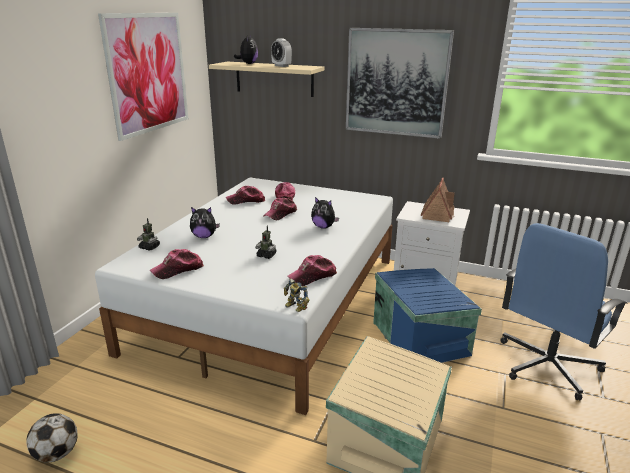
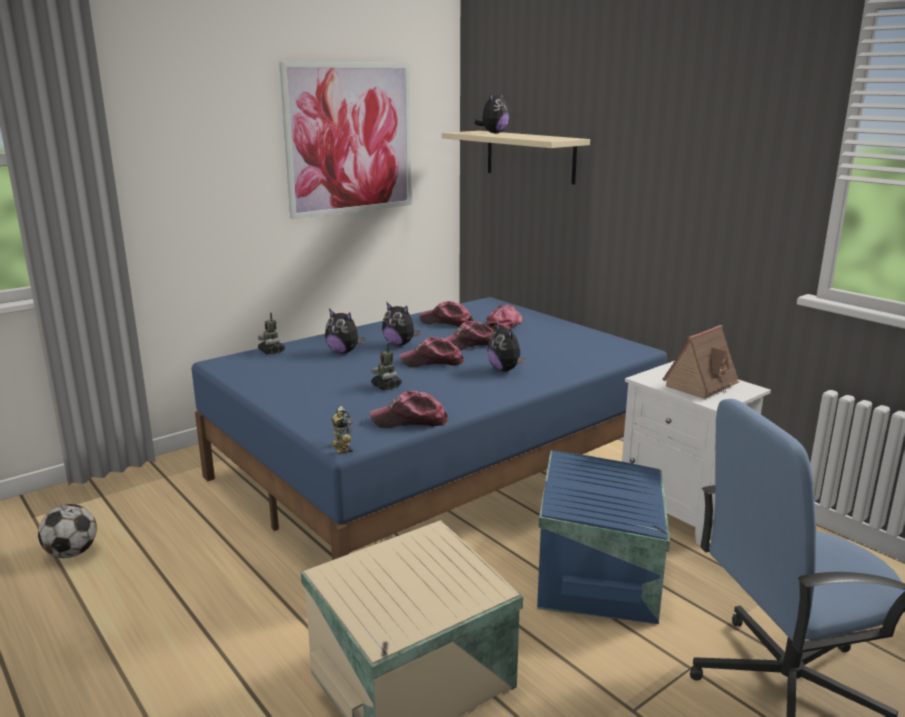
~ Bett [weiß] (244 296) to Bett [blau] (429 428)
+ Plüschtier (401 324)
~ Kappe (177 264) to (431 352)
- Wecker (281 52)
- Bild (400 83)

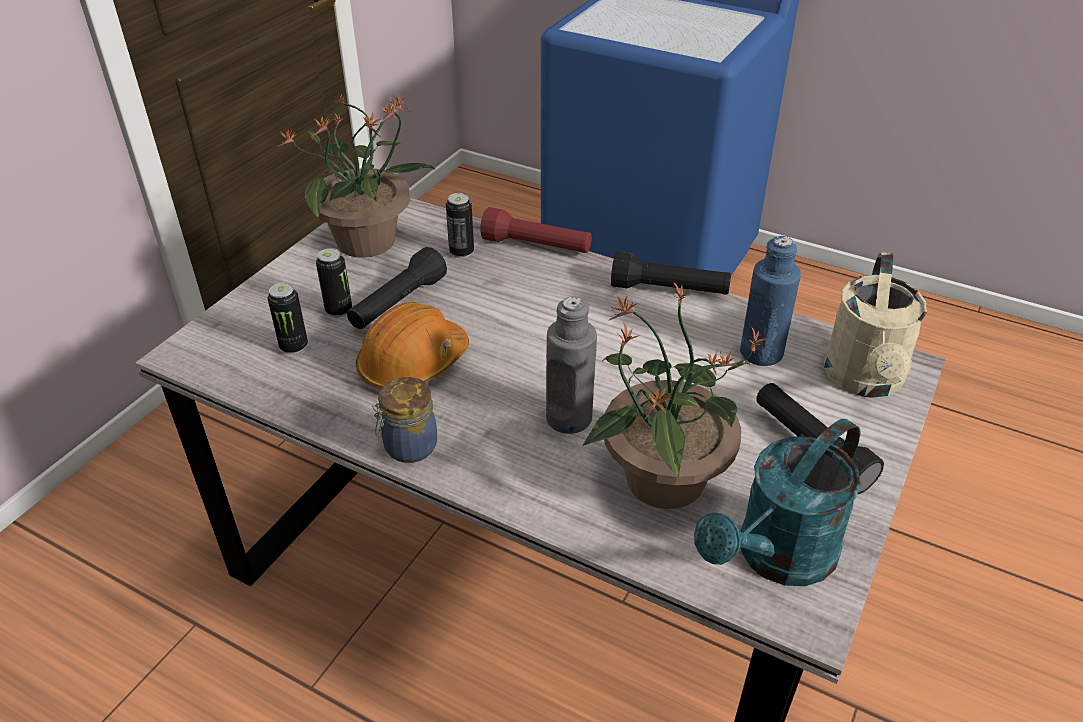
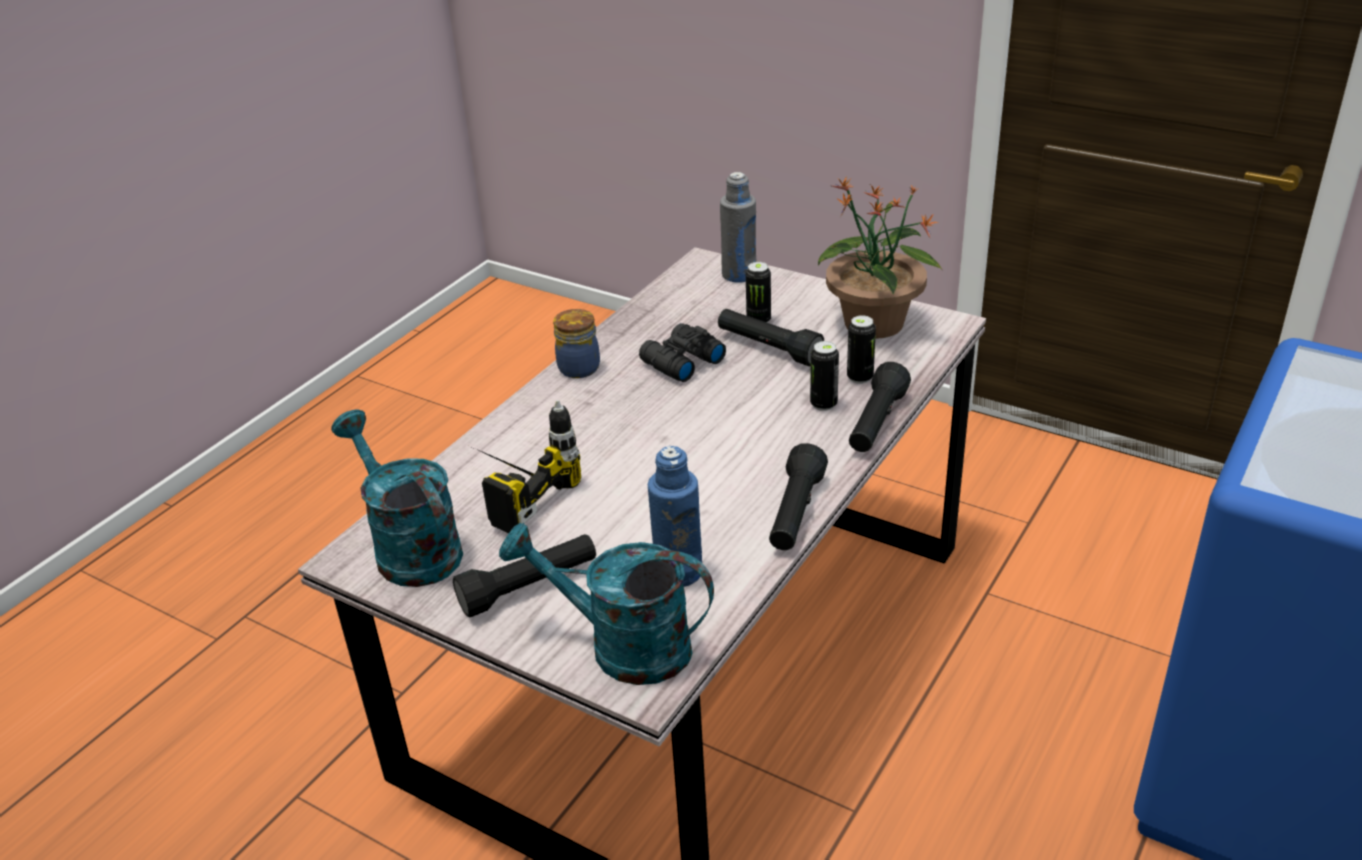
~ Topfpflanze (676 395) to Bohrmaschine (527 466)
~ Gießkanne [beige] (875 325) to Gießkanne [türkis] (606 604)
~ Schutzhelm [orange] (412 345) to Fernglas [schwarz] (682 352)
~ Flasche [grau] (571 365) to (738 227)
~ Dose (288 318) to (824 376)
~ Taschenlampe [rot] (536 230) to Taschenlampe [schwarz] (880 407)

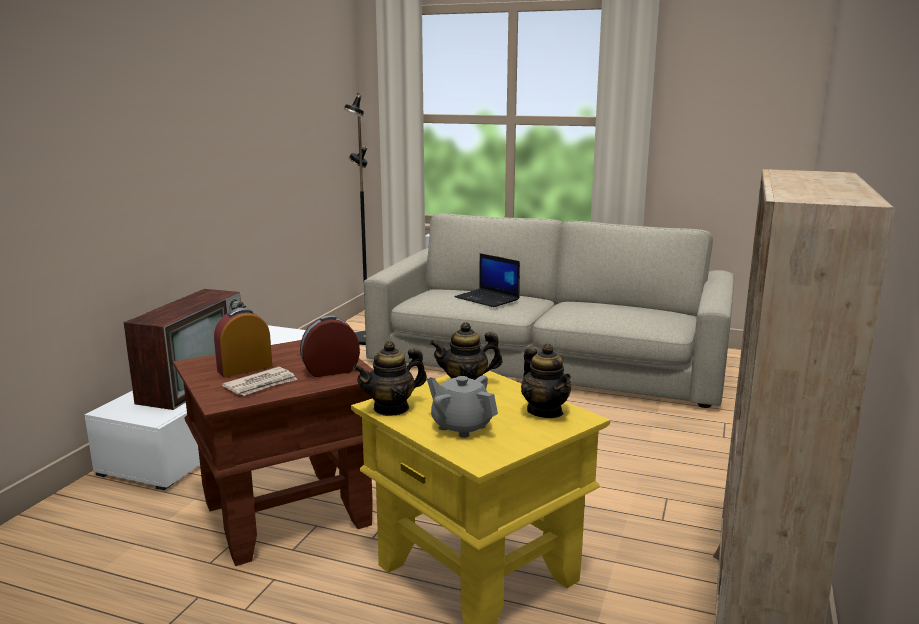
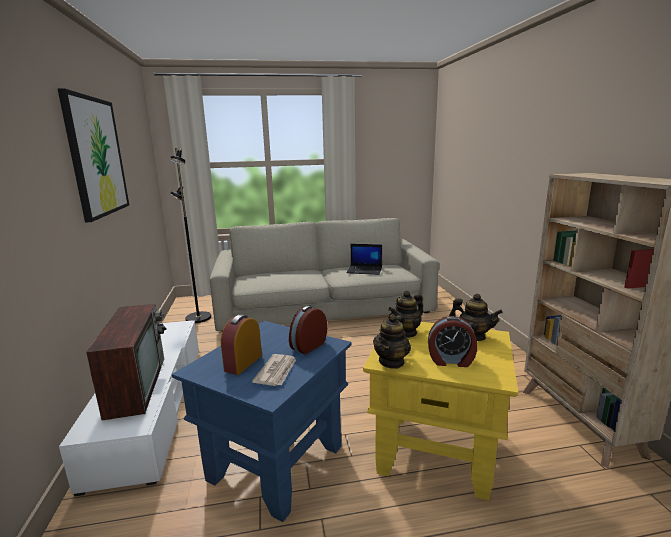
+ Bild (93 155)
~ Beistelltisch [braun] (273 453) to Beistelltisch [blau] (262 421)
~ Laptop (487 280) to (364 259)
~ Teekanne [grau] (462 406) to Wecker (452 341)

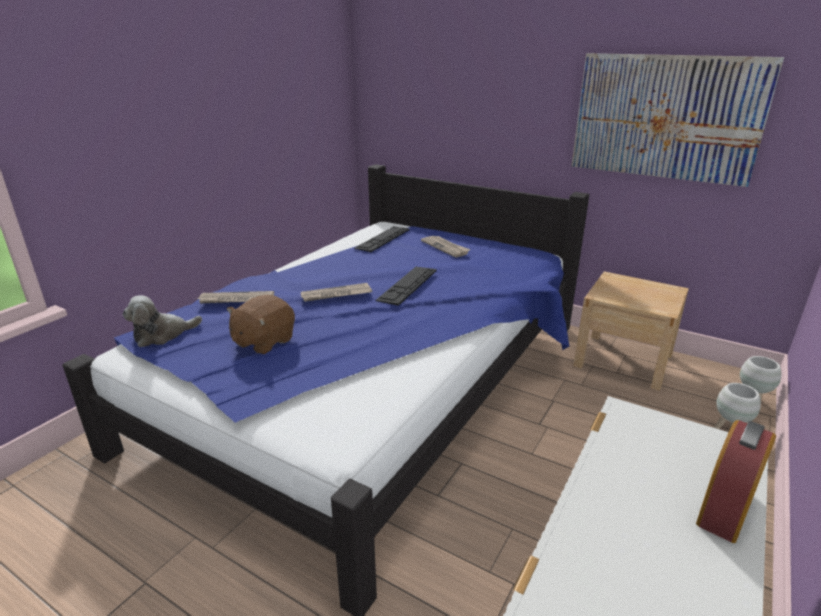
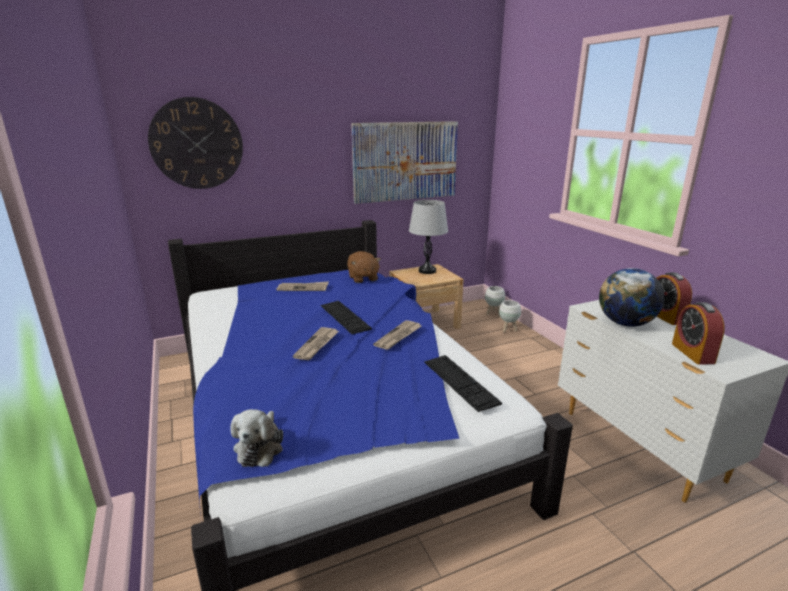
+ Wanduhr (195 143)
~ Plüschtier [braun] (261 324) to (364 267)
~ Zeitung (235 297) to (397 335)
+ Tischlampe [grau] (428 237)
~ Tastatur (382 239) to (463 383)
+ Globus (631 297)
+ Wecker (698 333)

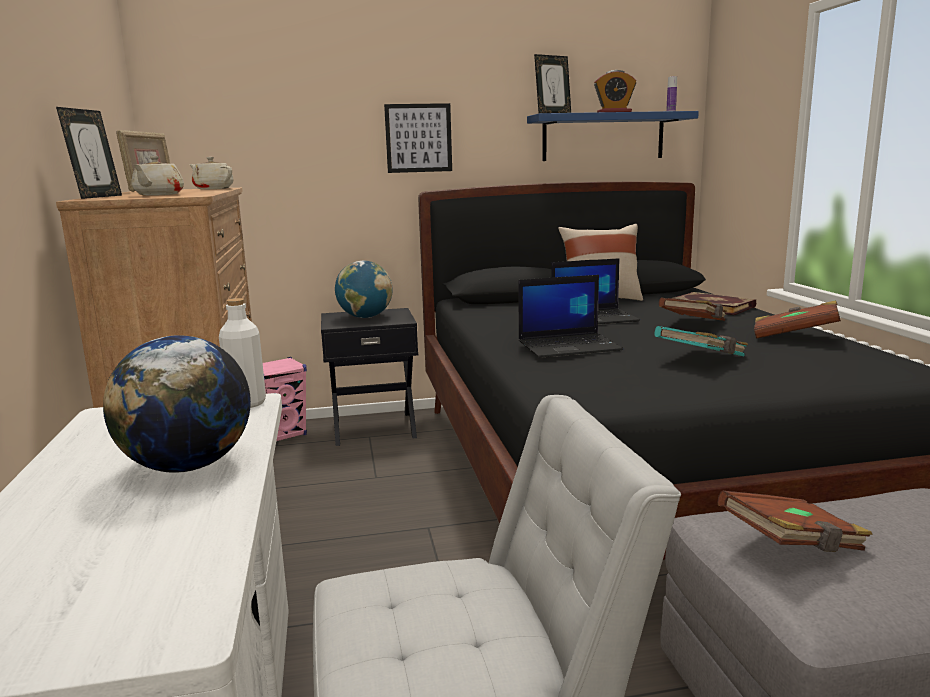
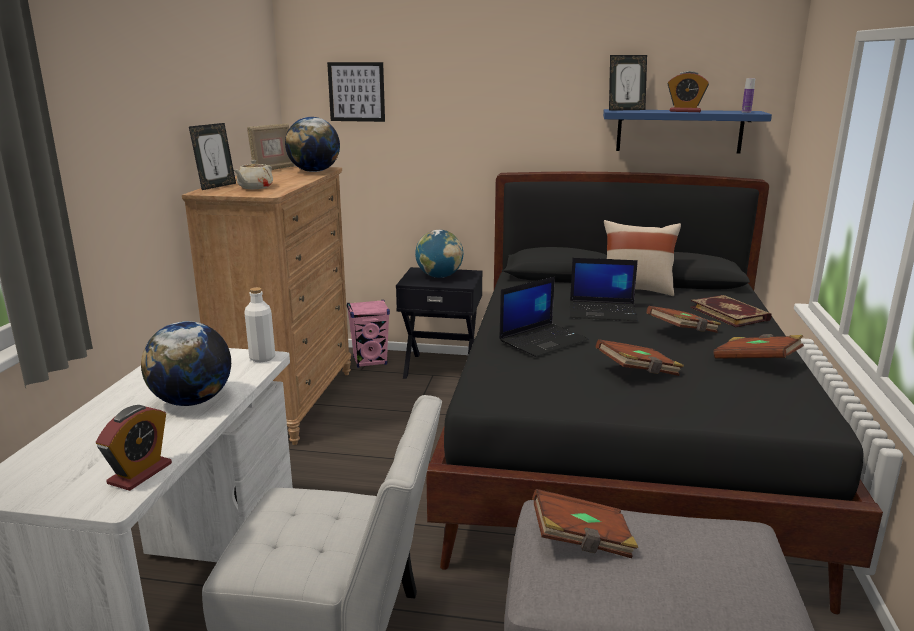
+ Wecker (134 448)
~ Teekanne [beige] (211 173) to Globus (312 144)
~ Bild (418 138) to (356 92)
~ Laptop (570 316) = (544 316) 45 degrees counterclockwise
~ Buch [türkis] (701 341) to Buch [braun] (640 357)

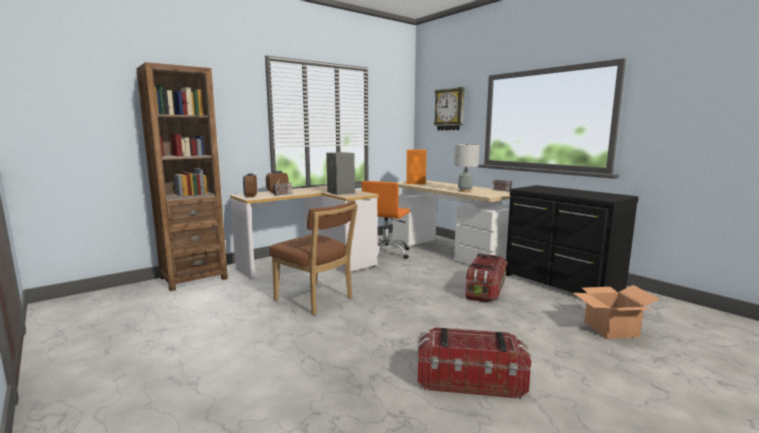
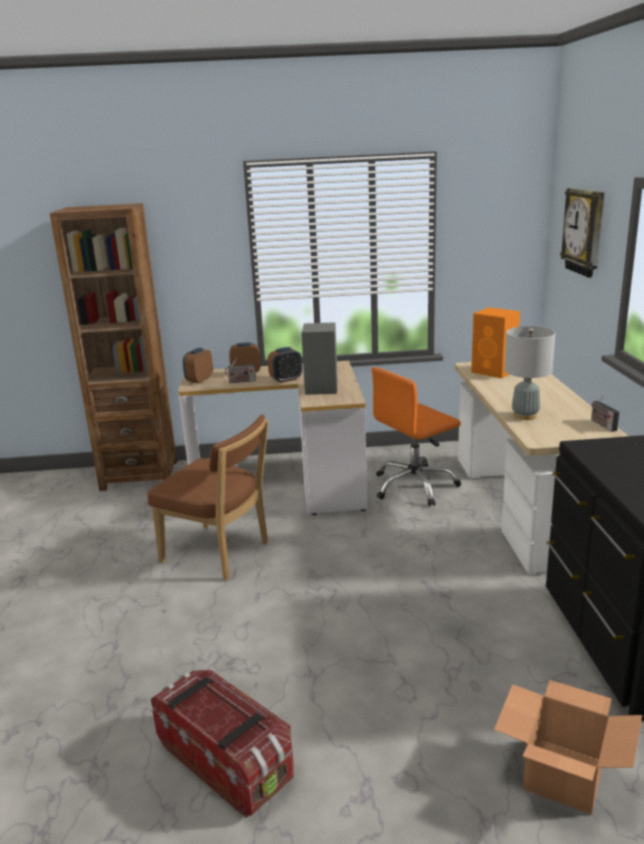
~ Stuhl [braun] (314 258) = (208 497) 45 degrees counterclockwise
+ Wecker (285 365)
- Aufbewahrungsbox (486 277)

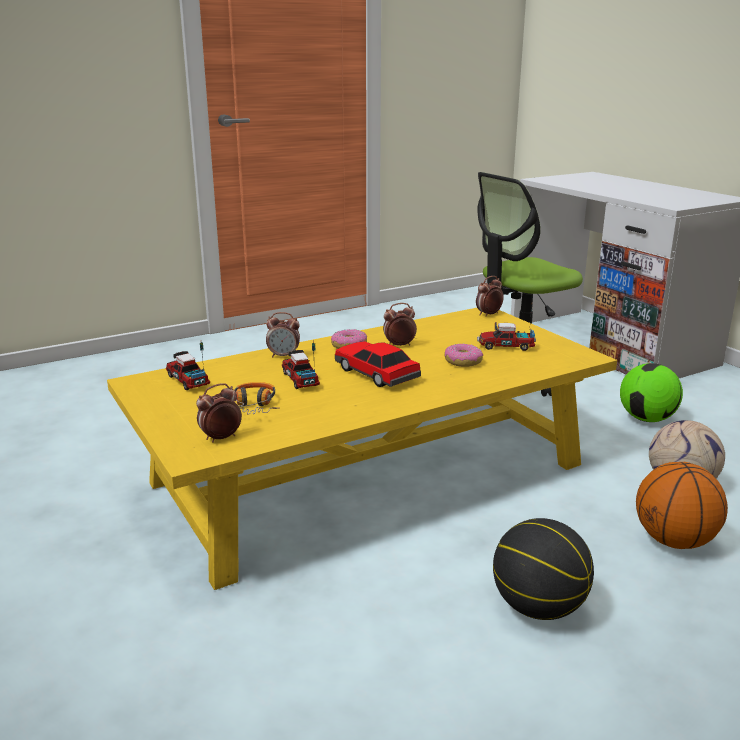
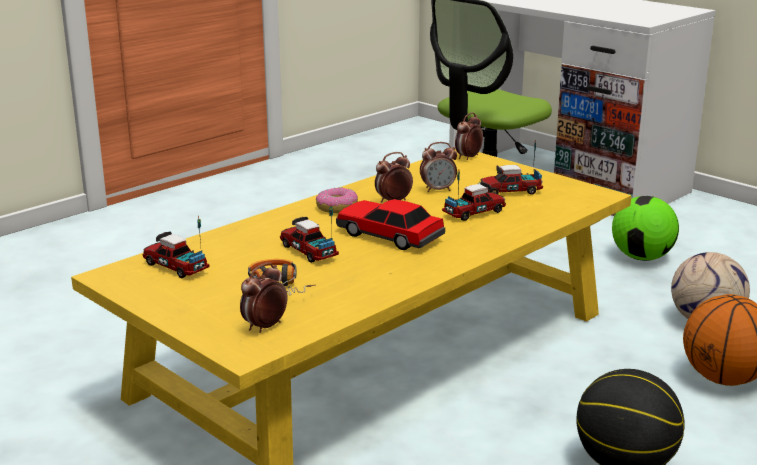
~ Wecker (283 334) to (438 167)
~ Donut (463 355) to Spielzeuglaster (474 196)

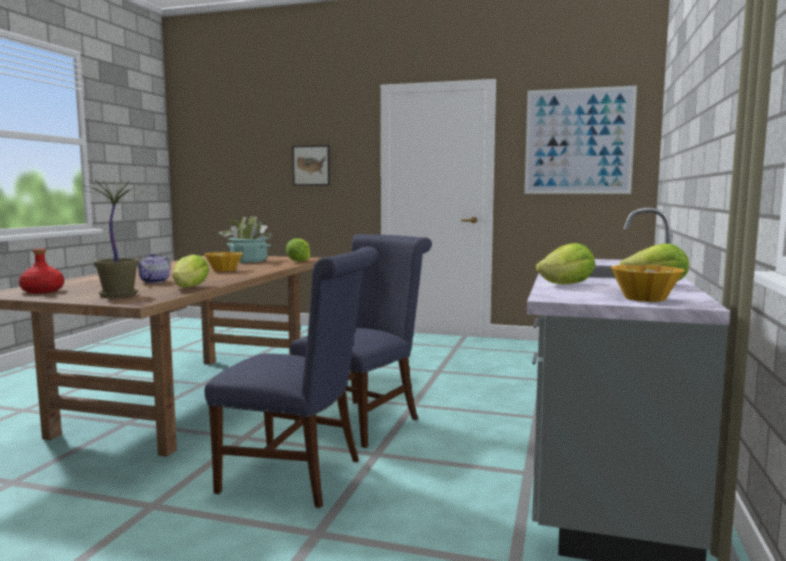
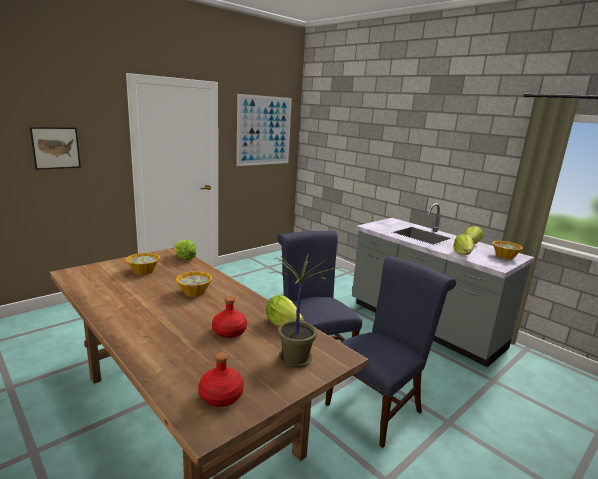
~ Topfpflanze (245 240) to Schüssel (143 264)
~ Teekanne (154 268) to Flasche [rot] (229 317)

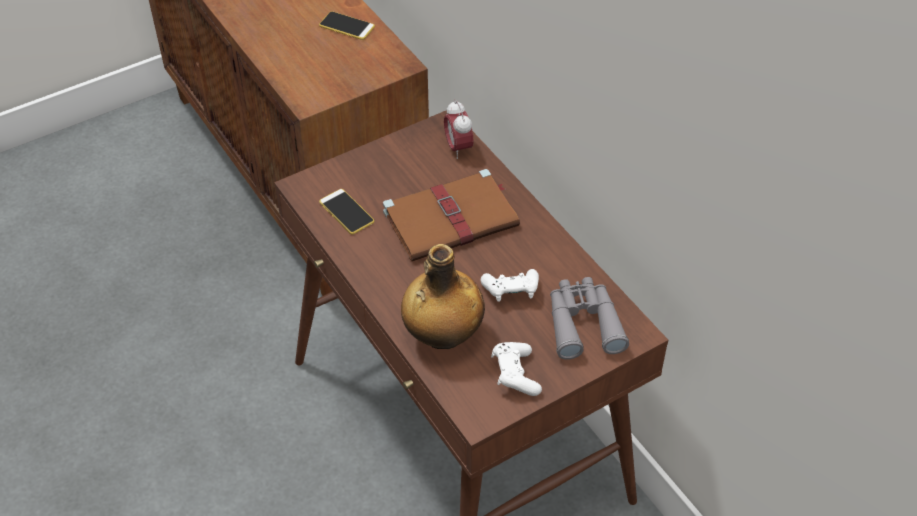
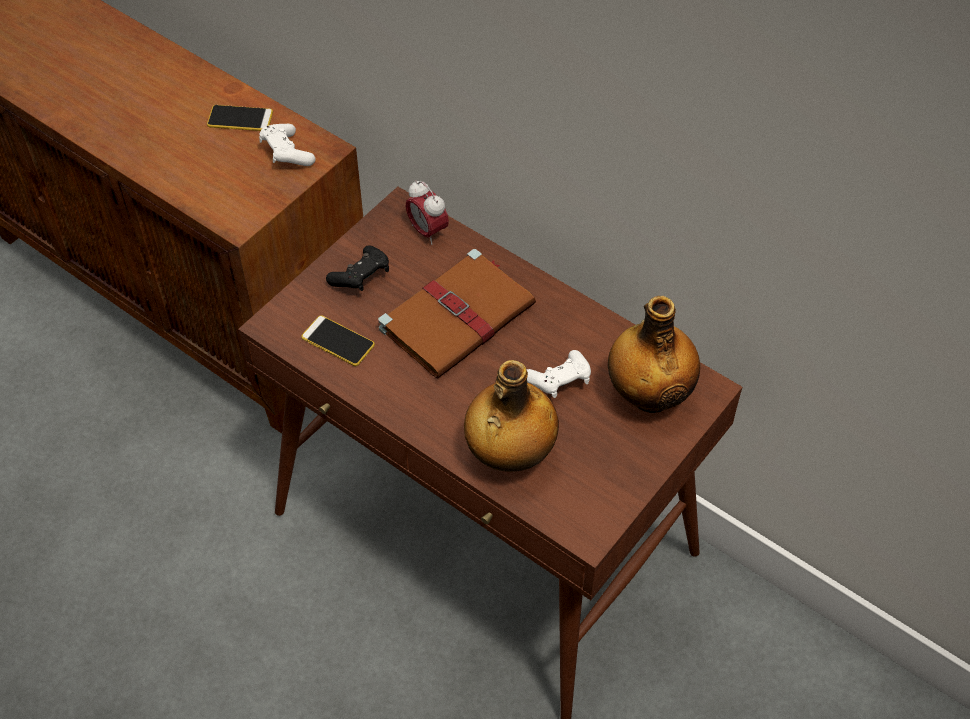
~ Gamepad [weiß] (516 369) to (287 145)
+ Gamepad [schwarz] (357 268)
~ Fernglas [grau] (589 318) to Flasche (654 354)

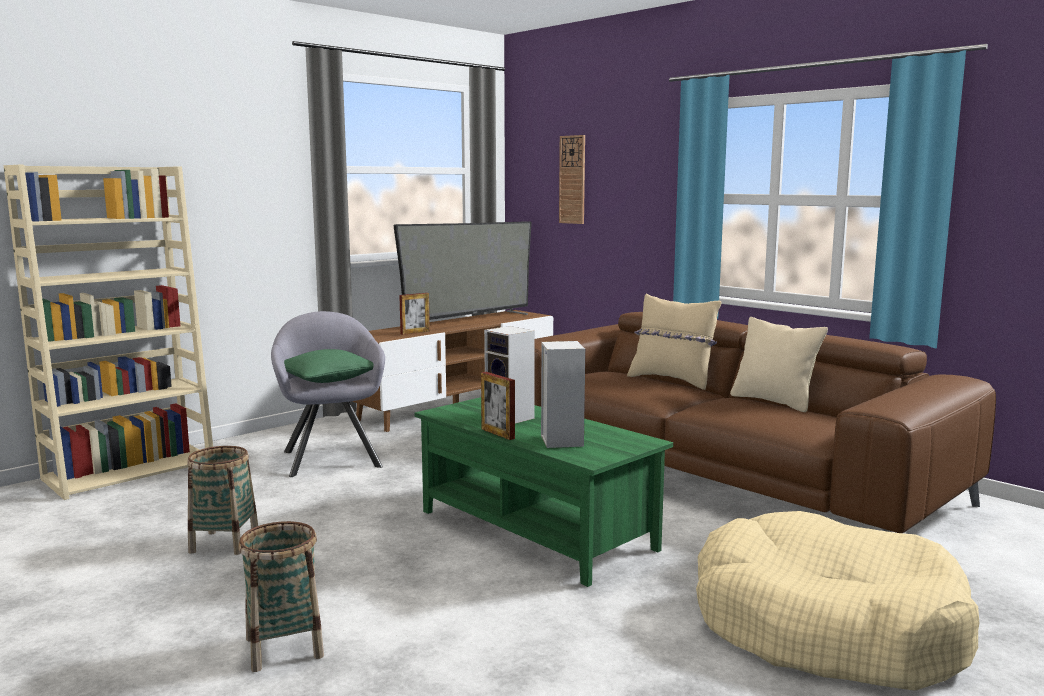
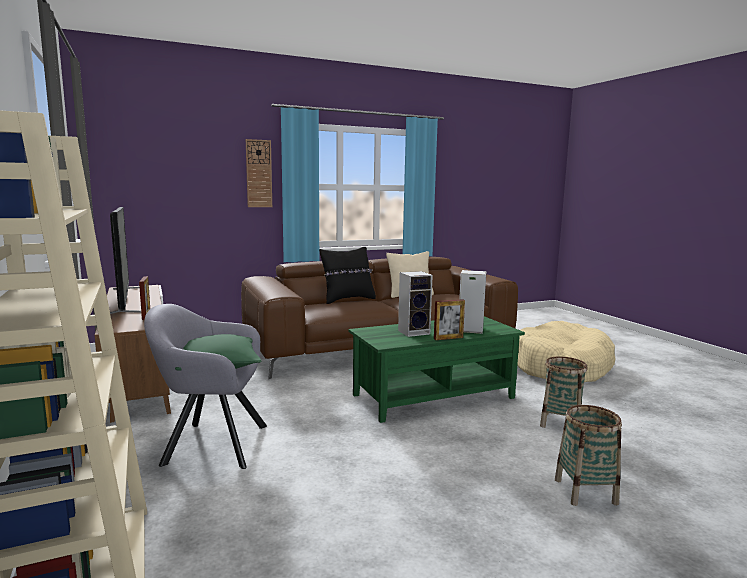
~ Wanduhr (572 179) to (259 173)
~ Kissen [beige] (674 342) to Kissen [schwarz] (347 275)
~ Korb (222 500) to (564 392)

